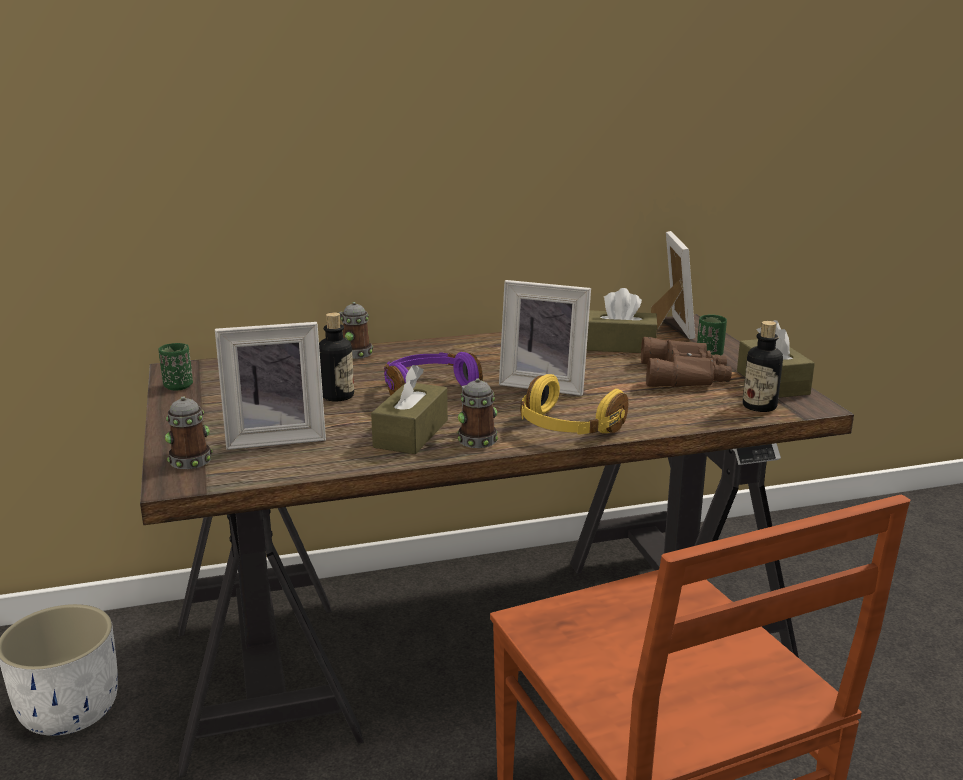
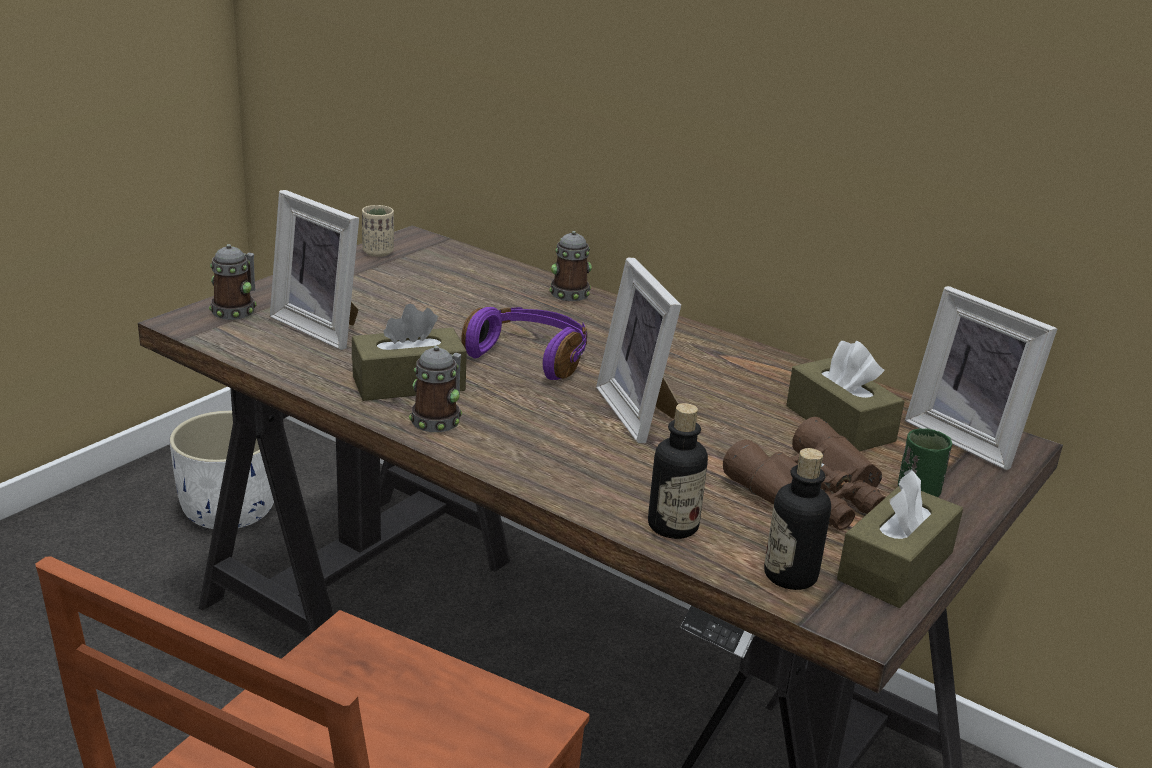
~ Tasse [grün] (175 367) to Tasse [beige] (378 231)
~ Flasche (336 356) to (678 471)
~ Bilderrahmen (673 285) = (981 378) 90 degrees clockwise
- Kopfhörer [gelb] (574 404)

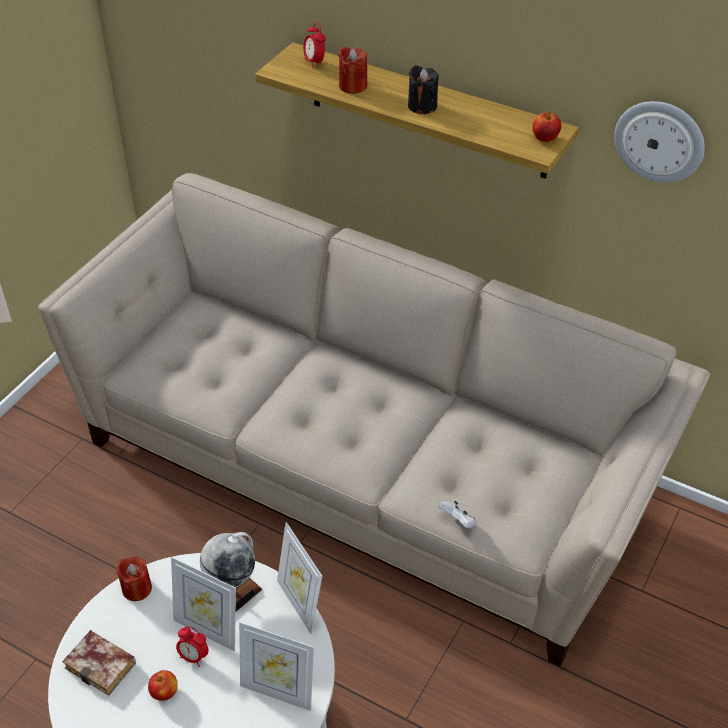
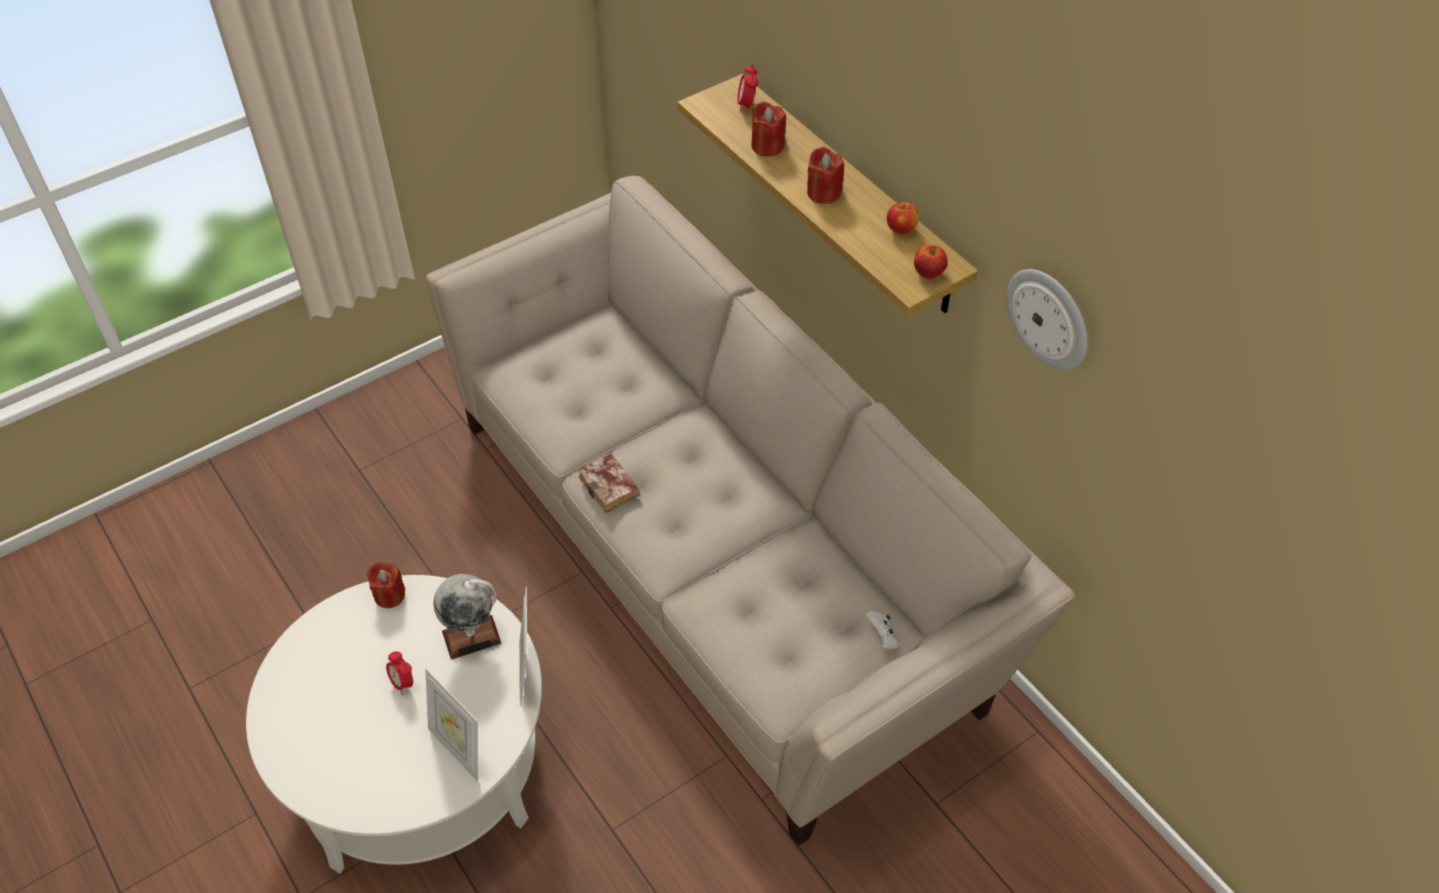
~ Buch (99 663) to (608 483)
~ Kerze [schwarz] (423 89) to Kerze [rot] (825 175)
~ Gamepad [weiß] (457 514) to (883 630)
~ Apfel (163 685) to (903 218)
- Bilderrahmen (203 604)

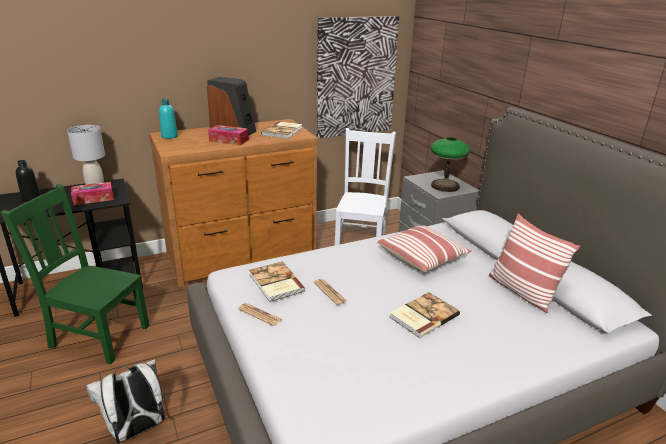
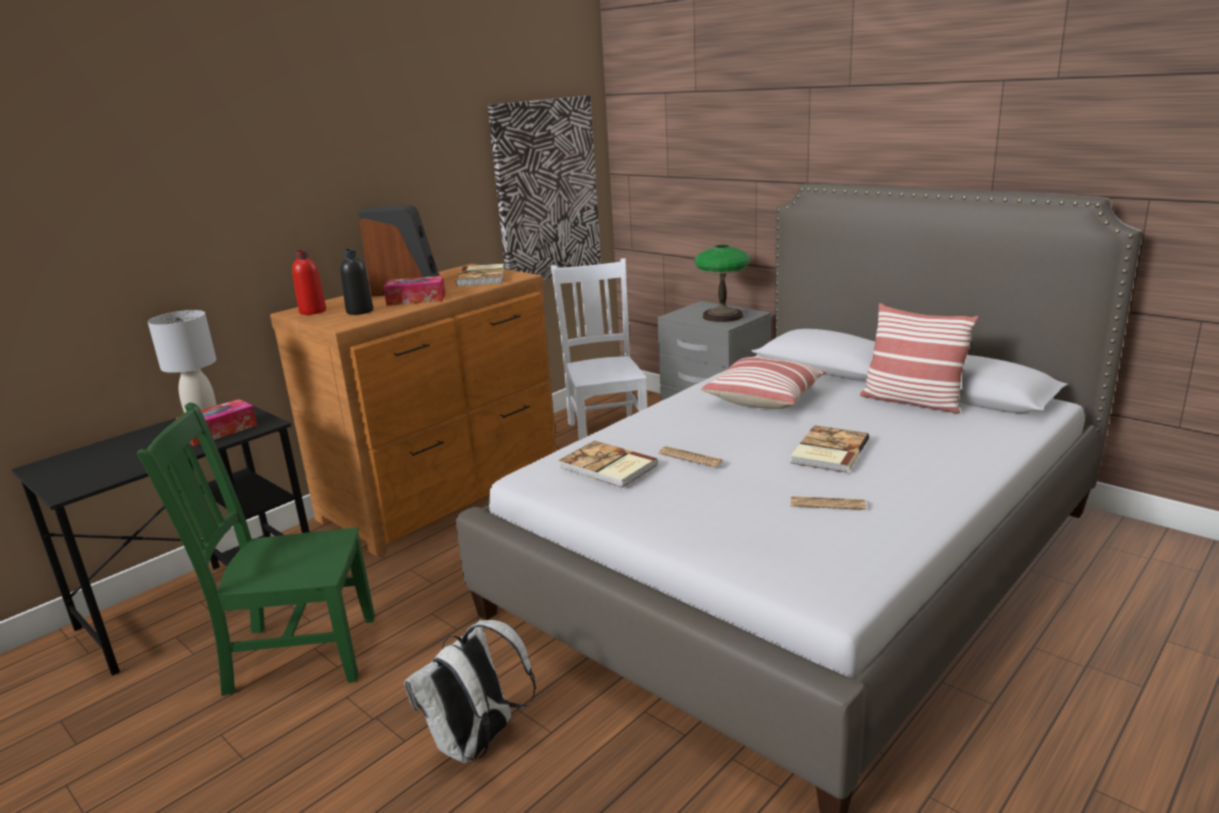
~ Flasche [türkis] (168 119) to Flasche [rot] (309 282)
~ Flasche [schwarz] (28 181) to (356 282)
~ Zeitung (260 314) to (828 503)

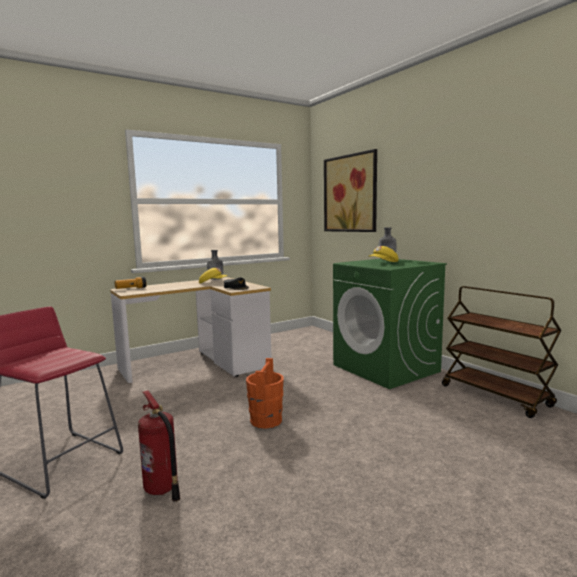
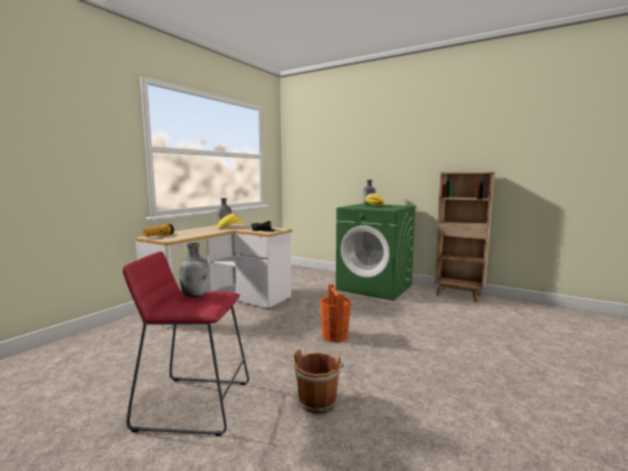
+ Flasche [grau] (194 270)
~ Feuerlöscher (159 446) to Eimer [braun] (318 381)
~ Rollwagen [braun] (501 352) to Bücherregal [braun] (464 237)
- Bild (350 190)

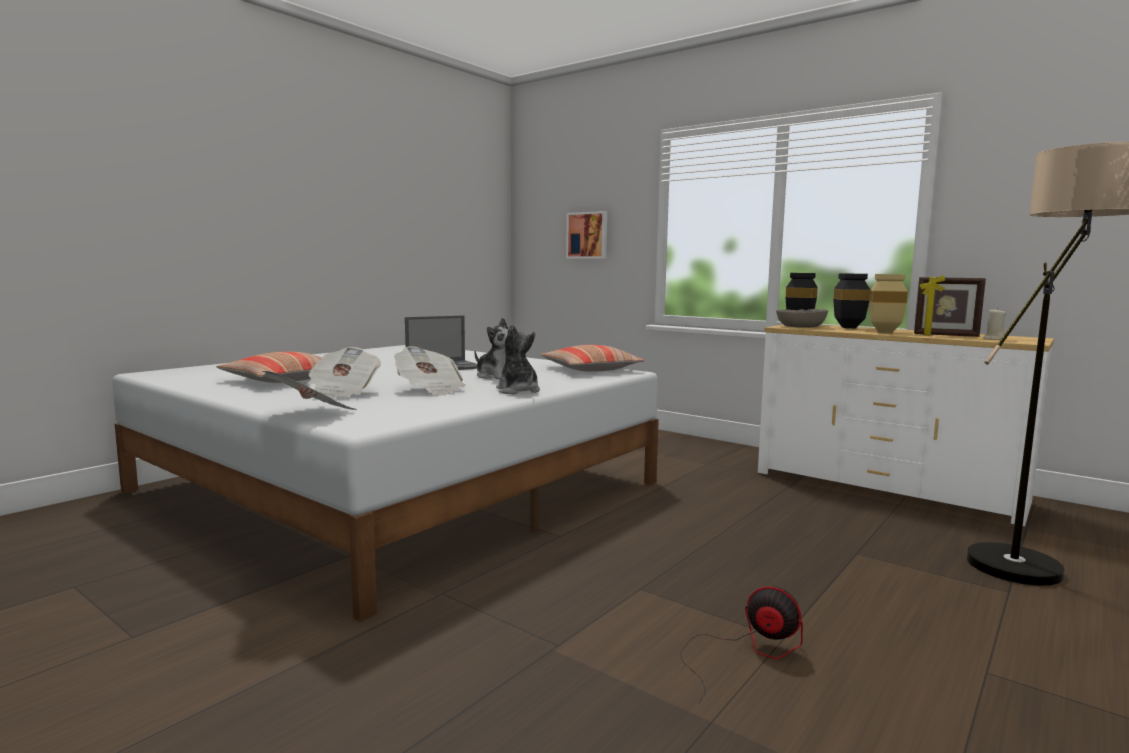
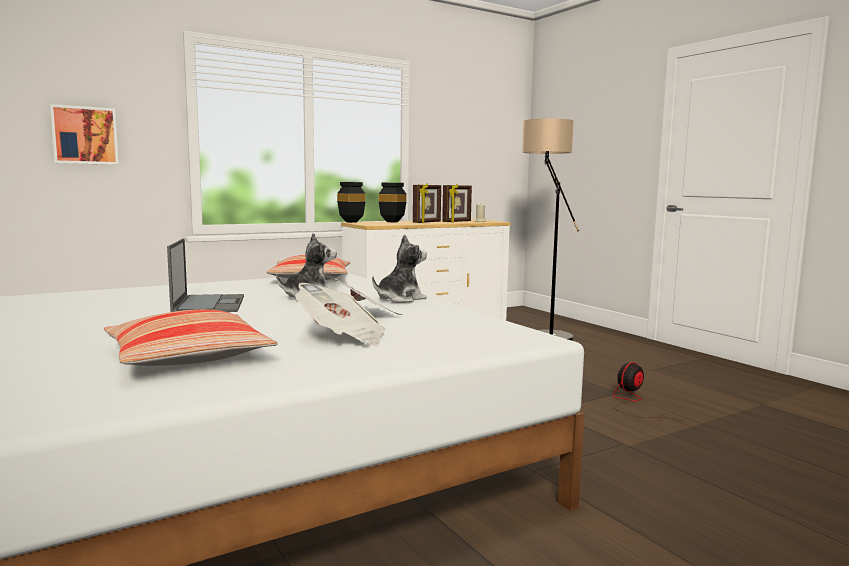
~ Plüschtier (518 359) = (399 268) 150 degrees clockwise
~ Vase [beige] (888 303) to Bilderrahmen (427 203)
- Zeitung (309 390)
- Schüssel [grau] (802 318)

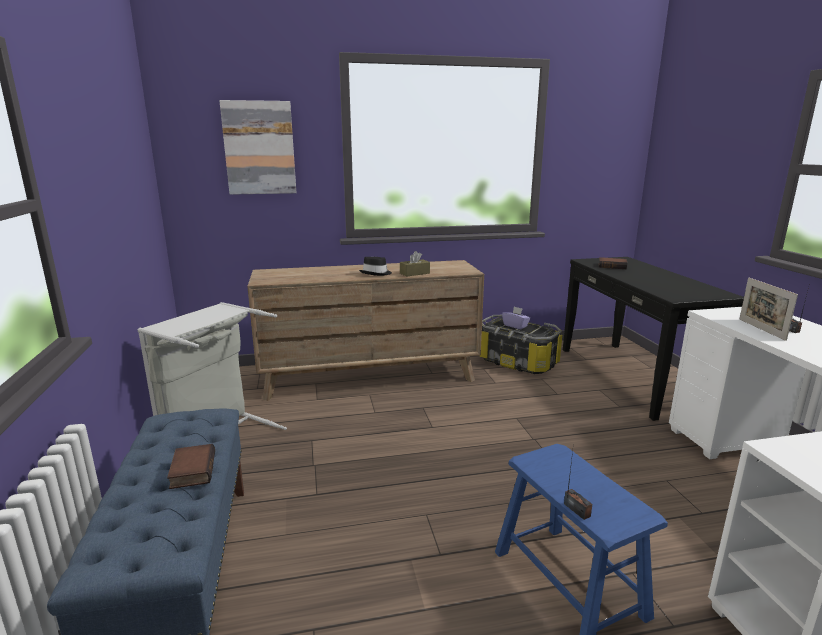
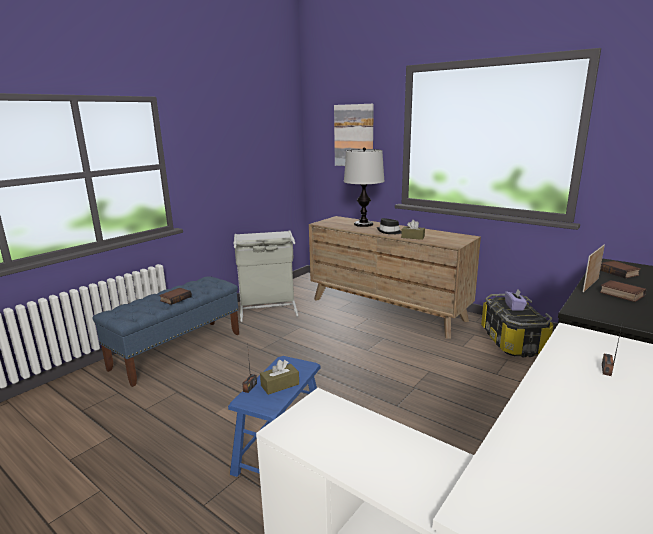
+ Taschentuchbox [braun] (279 377)
+ Tischlampe (364 187)
~ Bilderrahmen (769 309) to (594 268)
+ Buch (623 291)

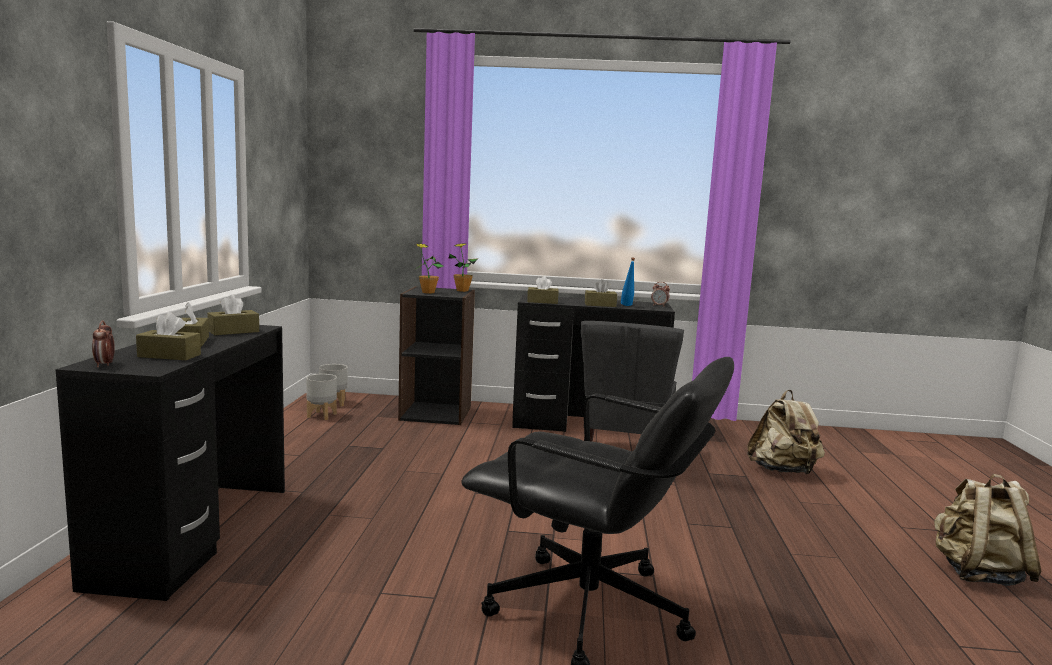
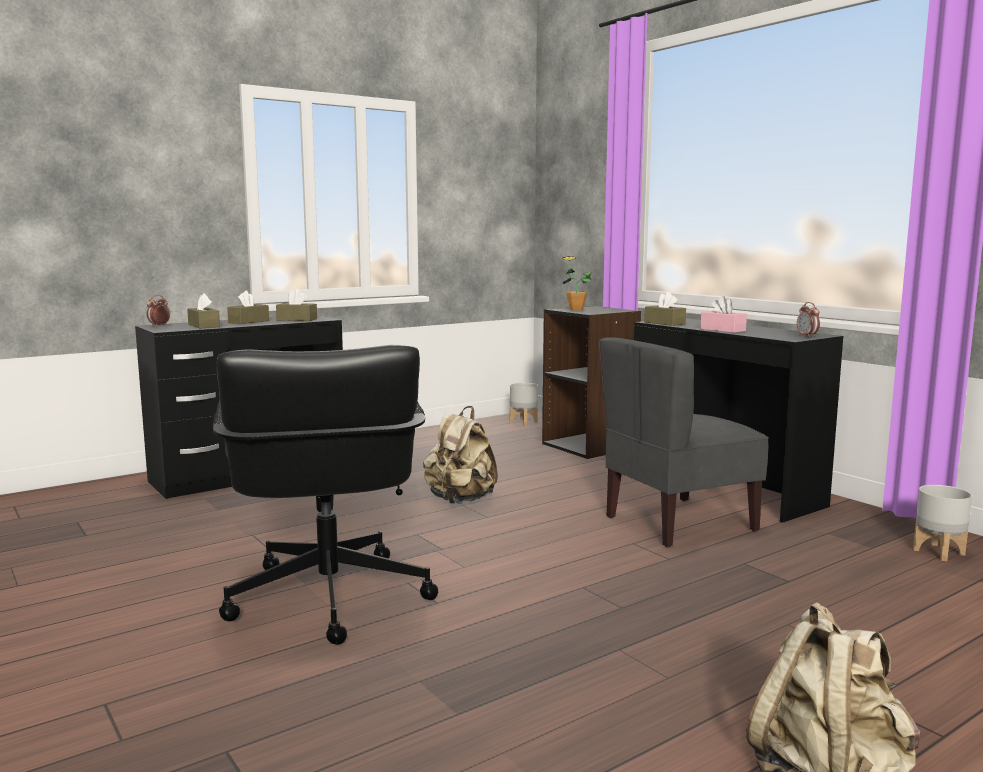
~ Rucksack [beige] (786 432) to (460 455)
~ Taschentuchbox [braun] (601 293) to Taschentuchbox [rosa] (723 314)
~ Pflanzkübel [grau] (321 397) to (942 523)
- Topfpflanze (463 267)
- Flasche [blau] (628 281)

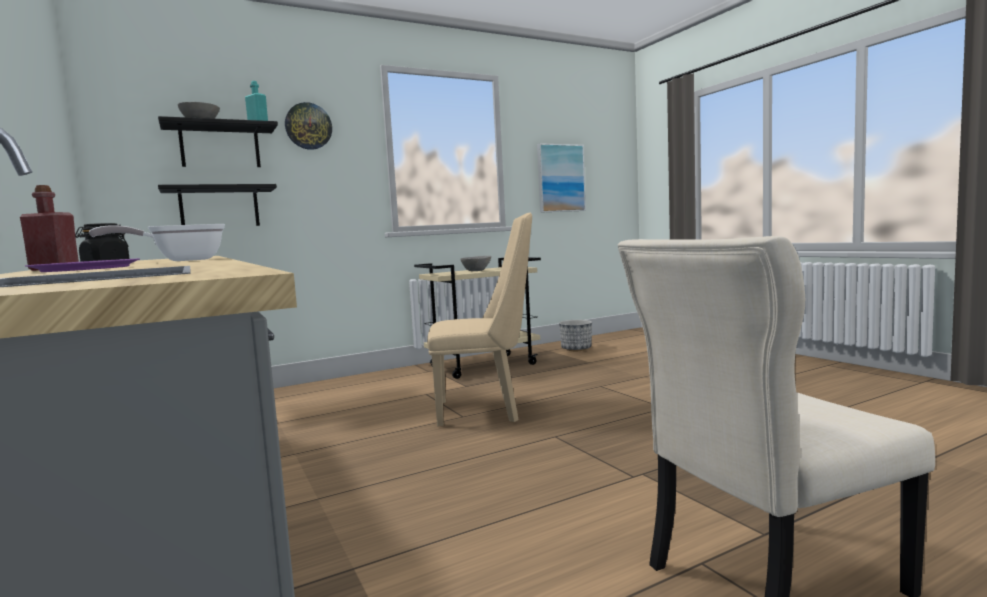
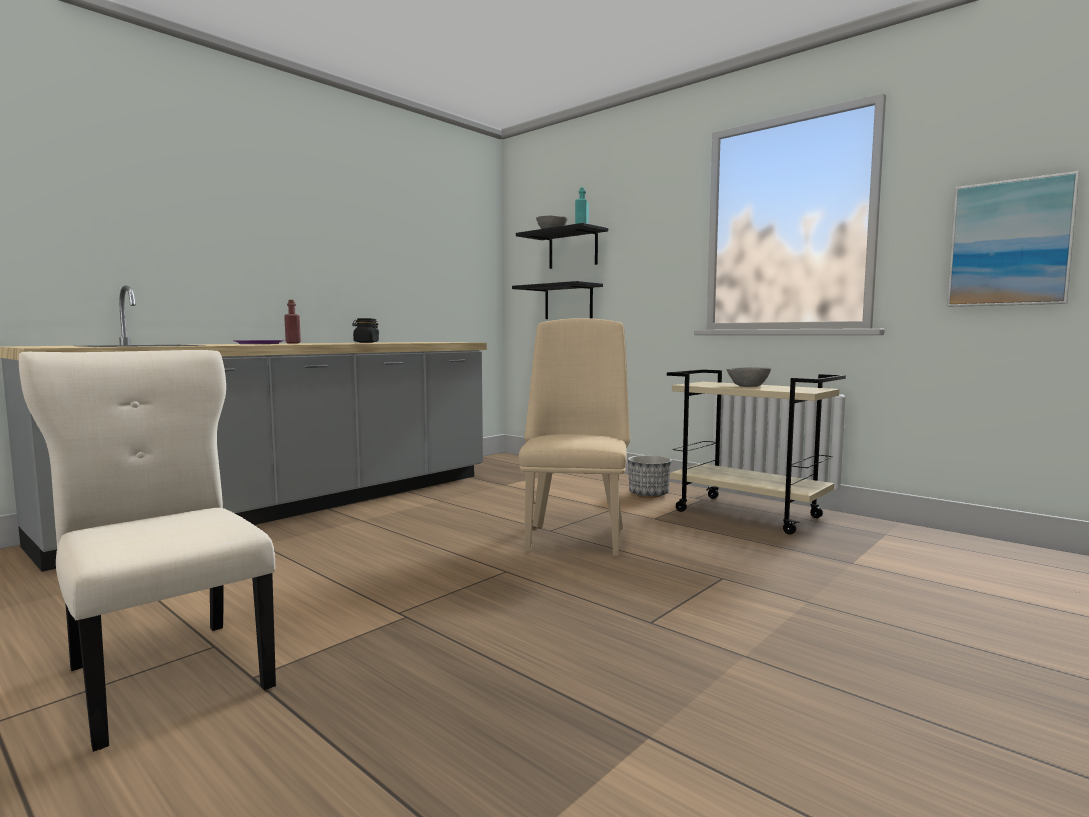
~ Stuhl [beige] (479 319) = (574 437) 150 degrees counterclockwise
~ Pflanzkübel (575 335) to (650 476)
- Pfanne (157 242)
- Wanduhr (308 126)

